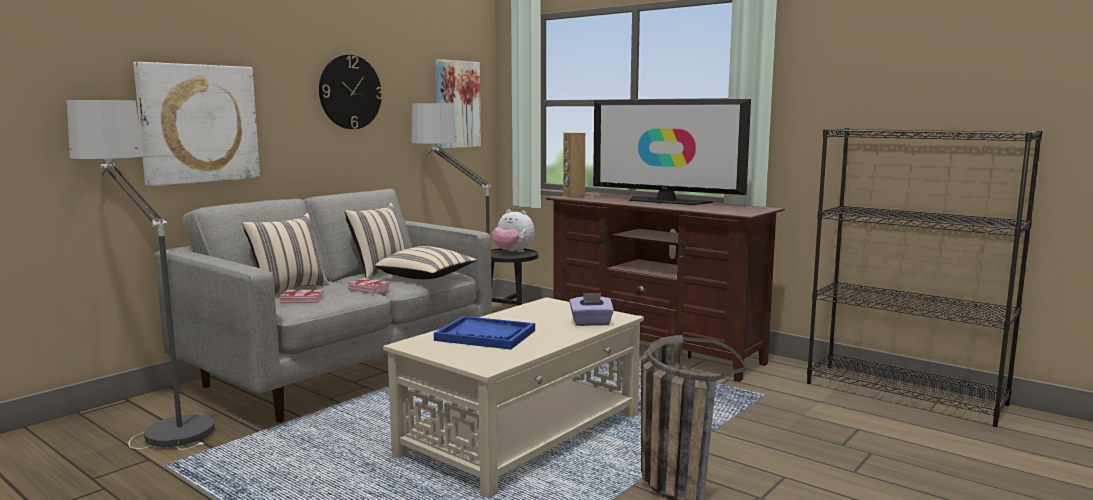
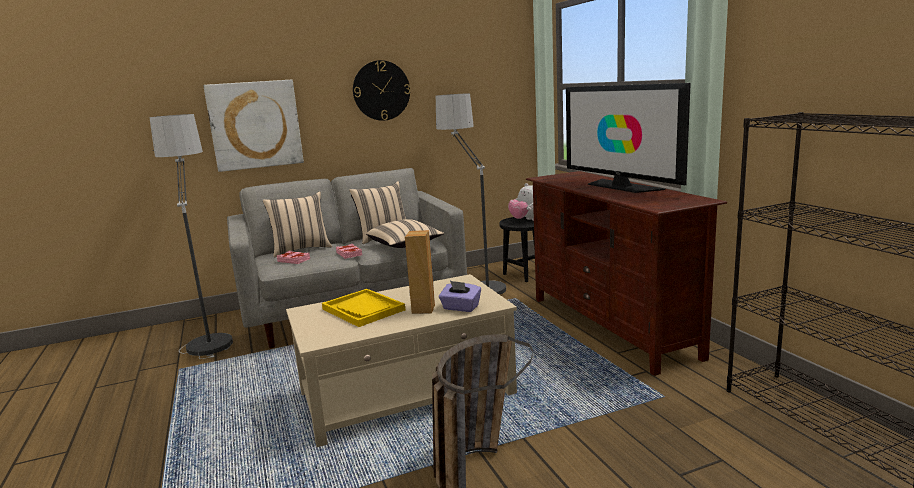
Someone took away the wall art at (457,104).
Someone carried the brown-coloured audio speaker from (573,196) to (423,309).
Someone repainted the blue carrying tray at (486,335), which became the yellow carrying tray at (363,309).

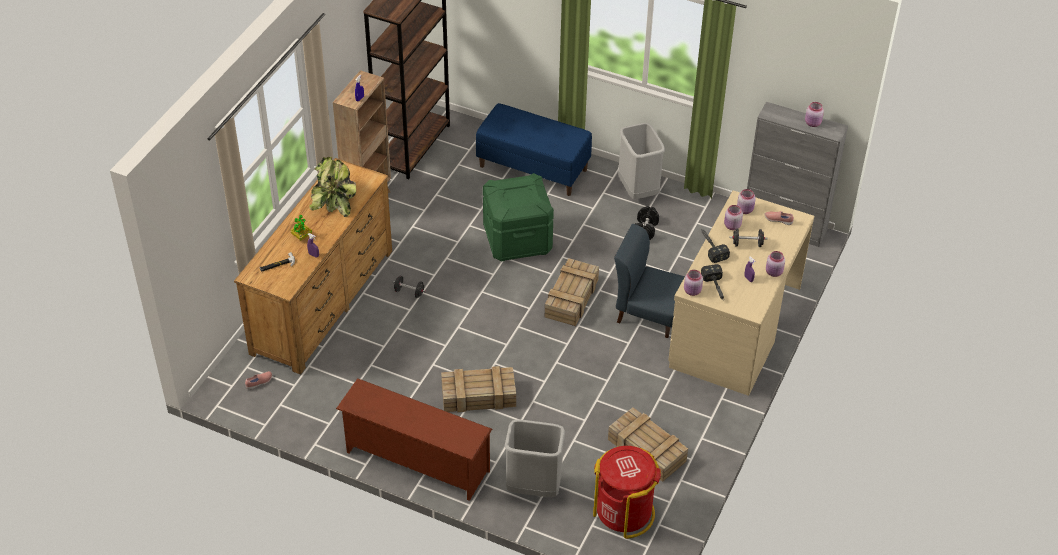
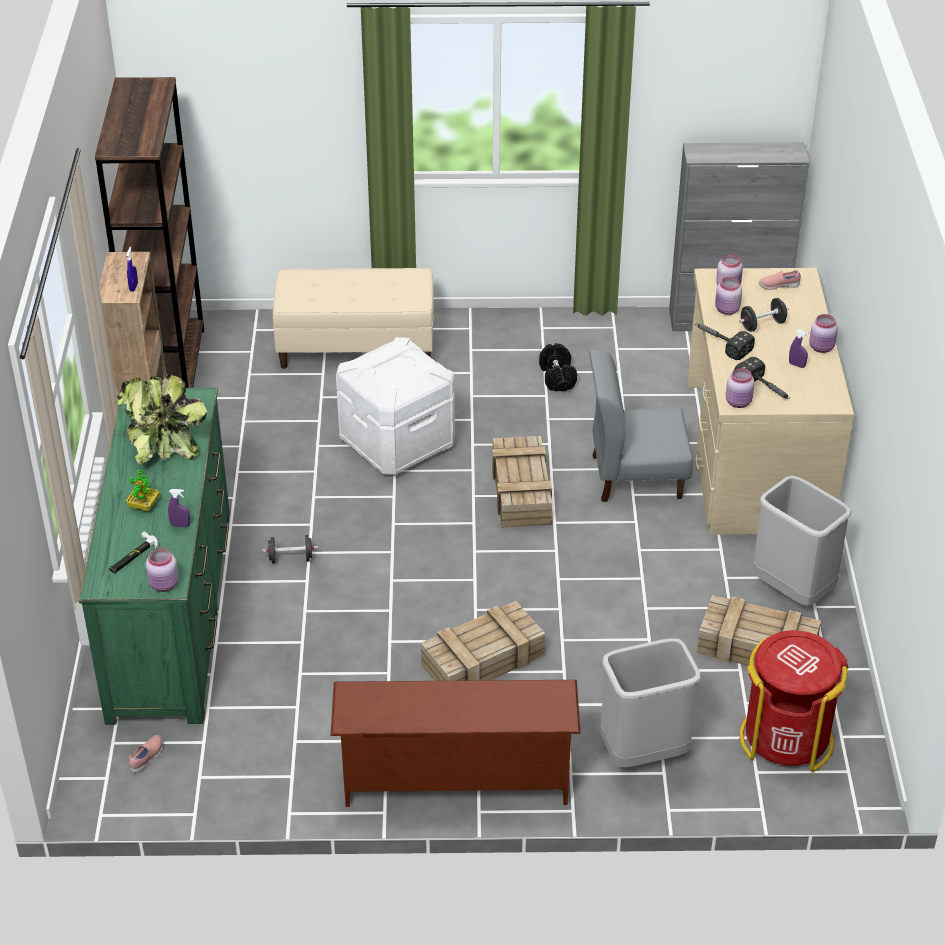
Someone carried the grey trash can from (638,190) to (793,589).
Someone carried the pink preserve jar from (813,123) to (164,585).
Someone repainted the brown-coloured chest of drawers at (323,301), which became the green-coloured chest of drawers at (171,612).
Someone repainted the blue bench at (534,168), which became the beige-coloured bench at (357,347).
Someone repainted the green-coloured storage box at (517,240), which became the white-coloured storage box at (397,442).
Someone repainted the blue plain chair at (649,313), which became the grey plain chair at (635,476).

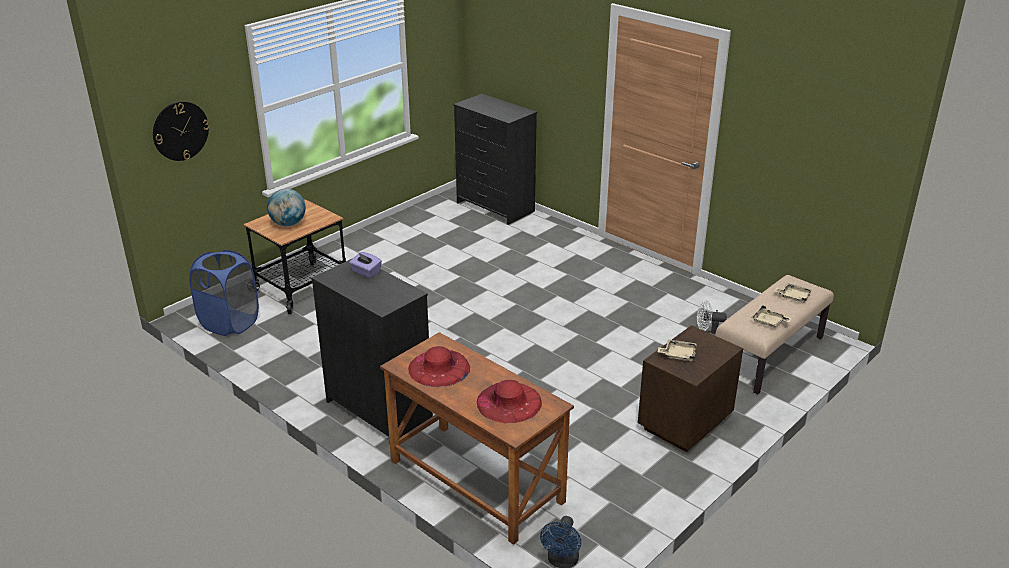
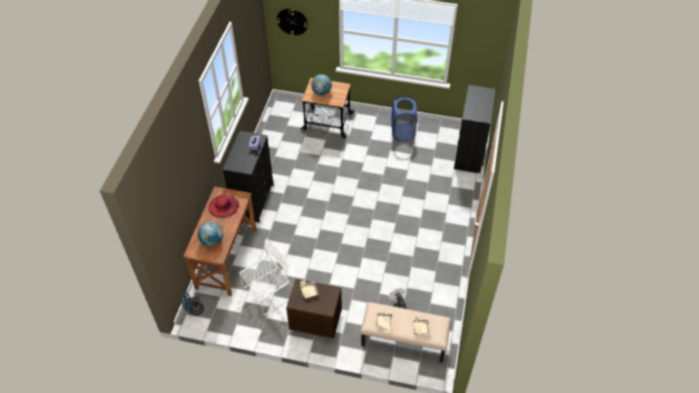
Someone put down the white-coloured plain chair at (268,292).
Someone carried the blue washing basket from (230,323) to (402,132).
Someone swapped the reddish wearable hat at (509,402) for the desk globe at (212,241).

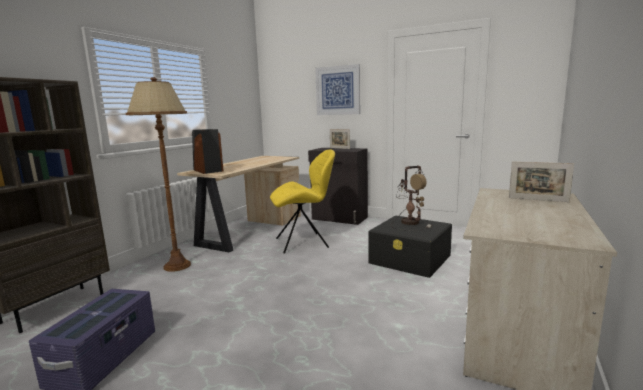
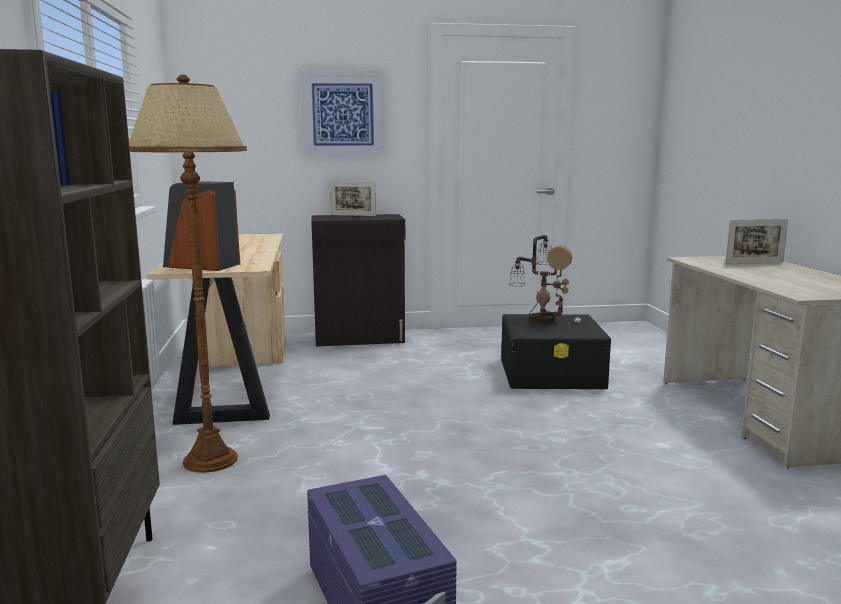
Someone took away the yellow plain chair at (304,243).

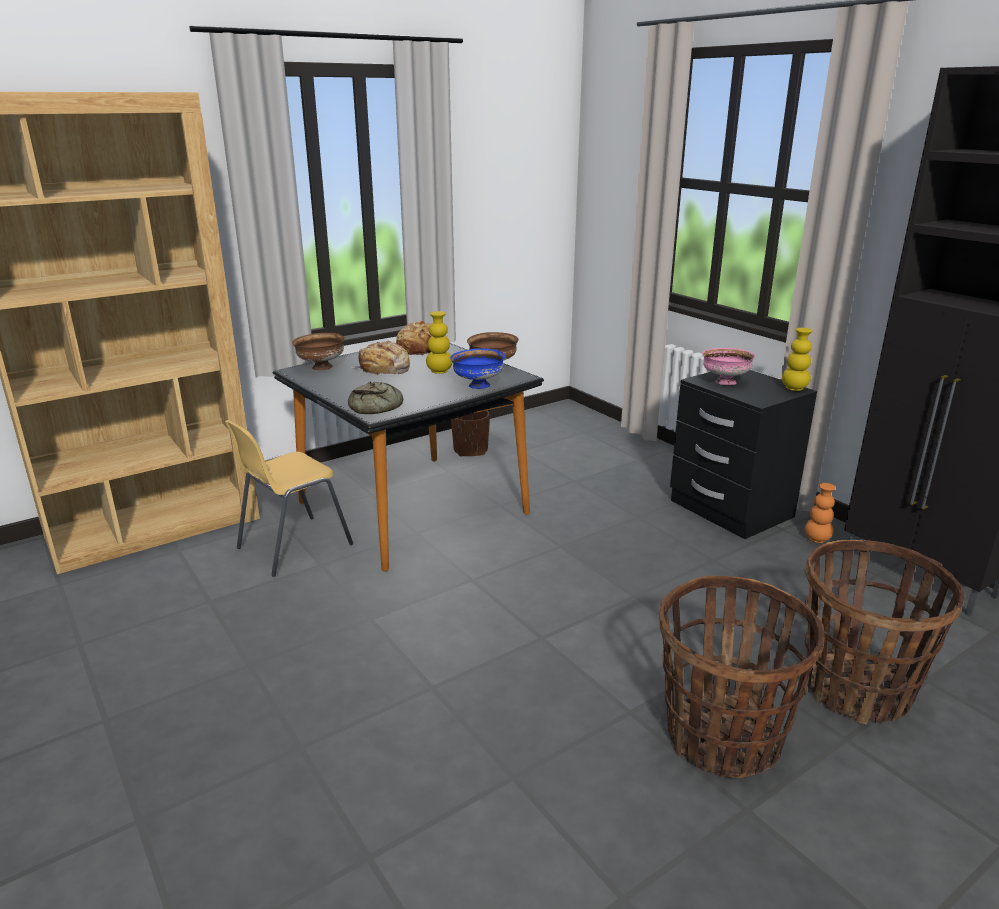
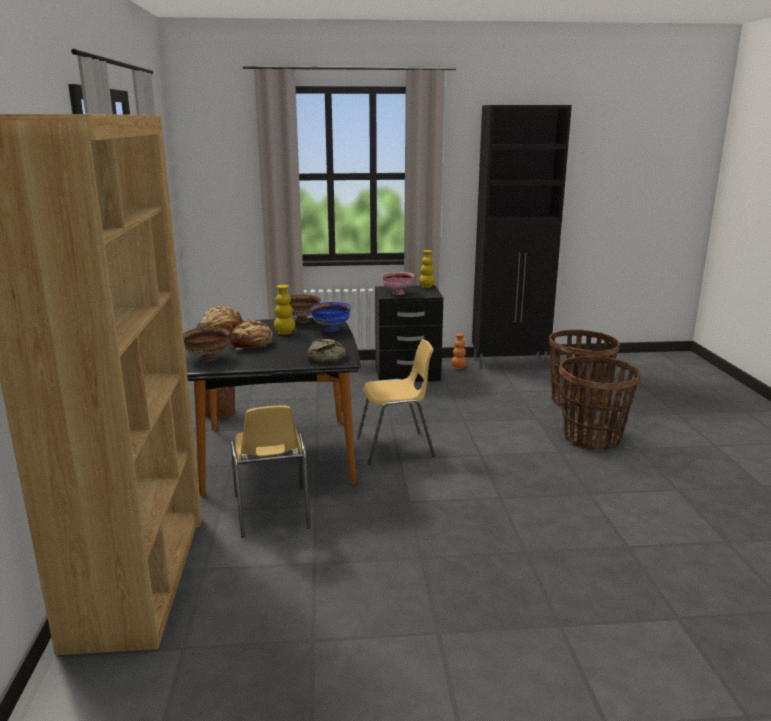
Someone put down the yellow plain chair at (396,448).

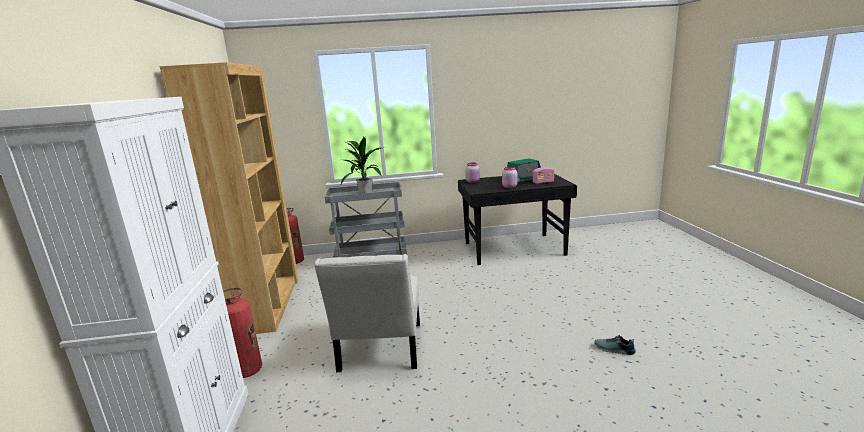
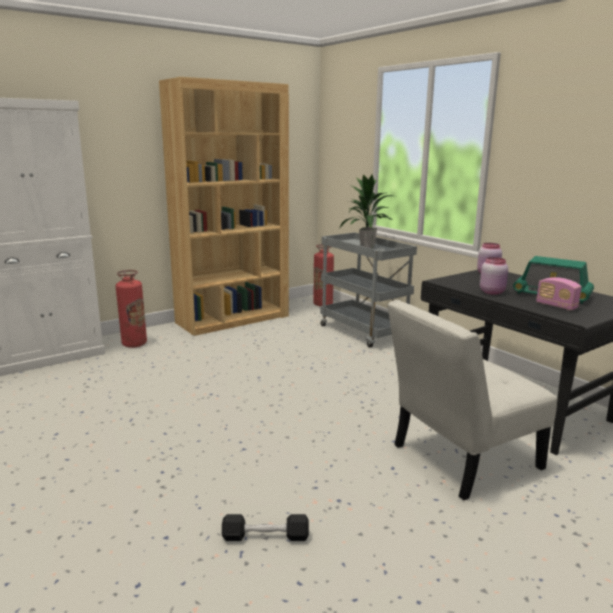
Someone carried the white-coloured plain chair from (380,350) to (459,459).
Someone swapped the low shoe at (614,350) for the black dumbbell at (265,536).

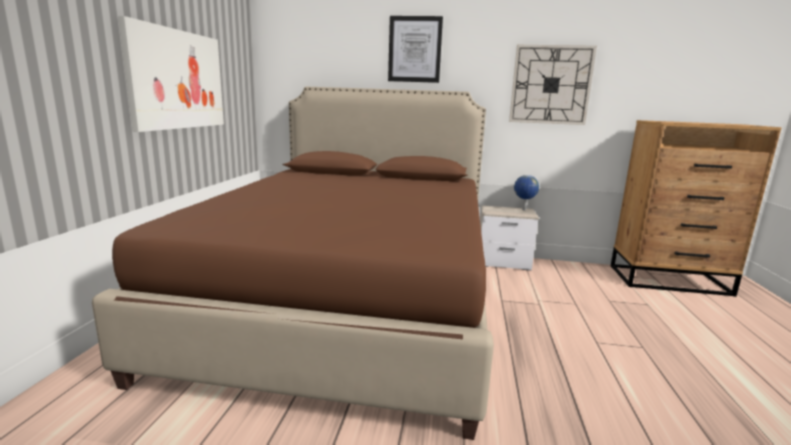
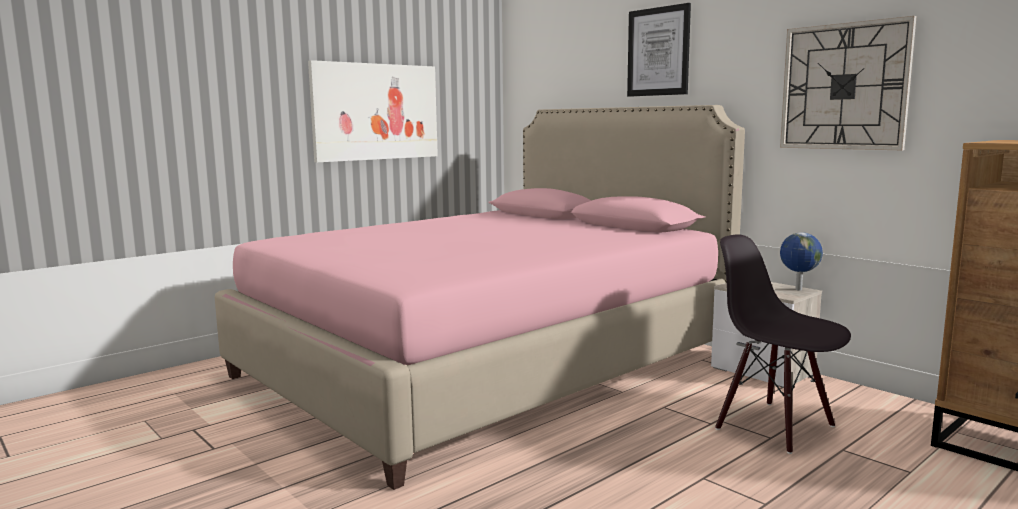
Someone put down the black plain chair at (775,427).
Someone repainted the brown-coloured bed at (350,299), which became the pink bed at (487,365).

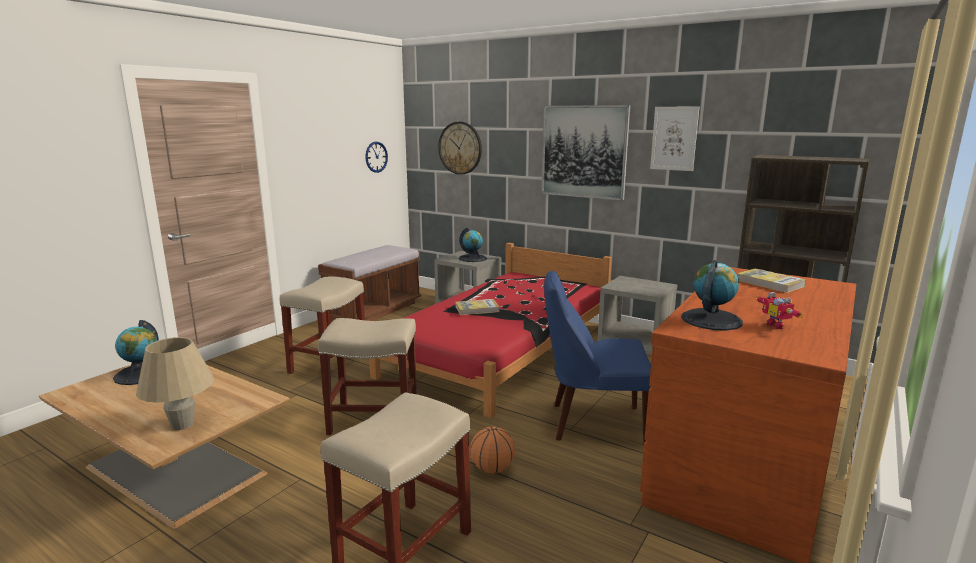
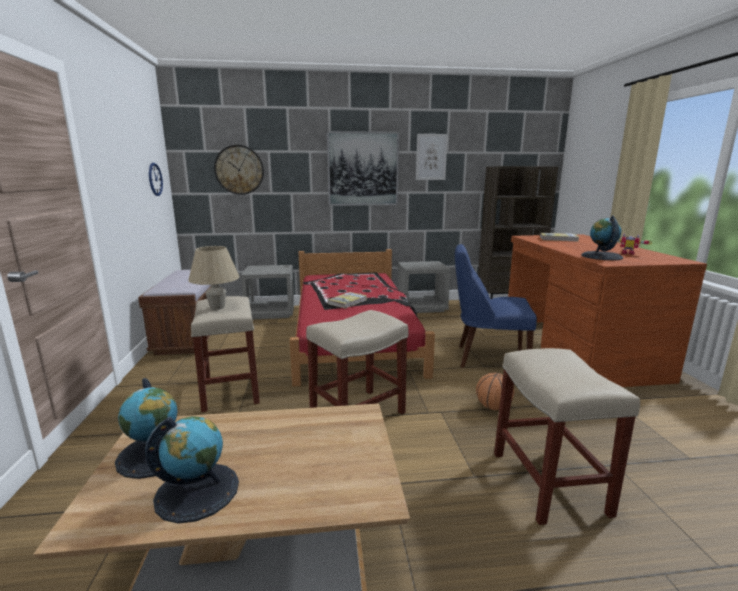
Someone carried the beige-coloured table lamp from (182,424) to (217,307).
Someone carried the desk globe from (472,258) to (197,491).
Someone rotated the blue plain chair at (592,423) by 45 degrees clockwise.

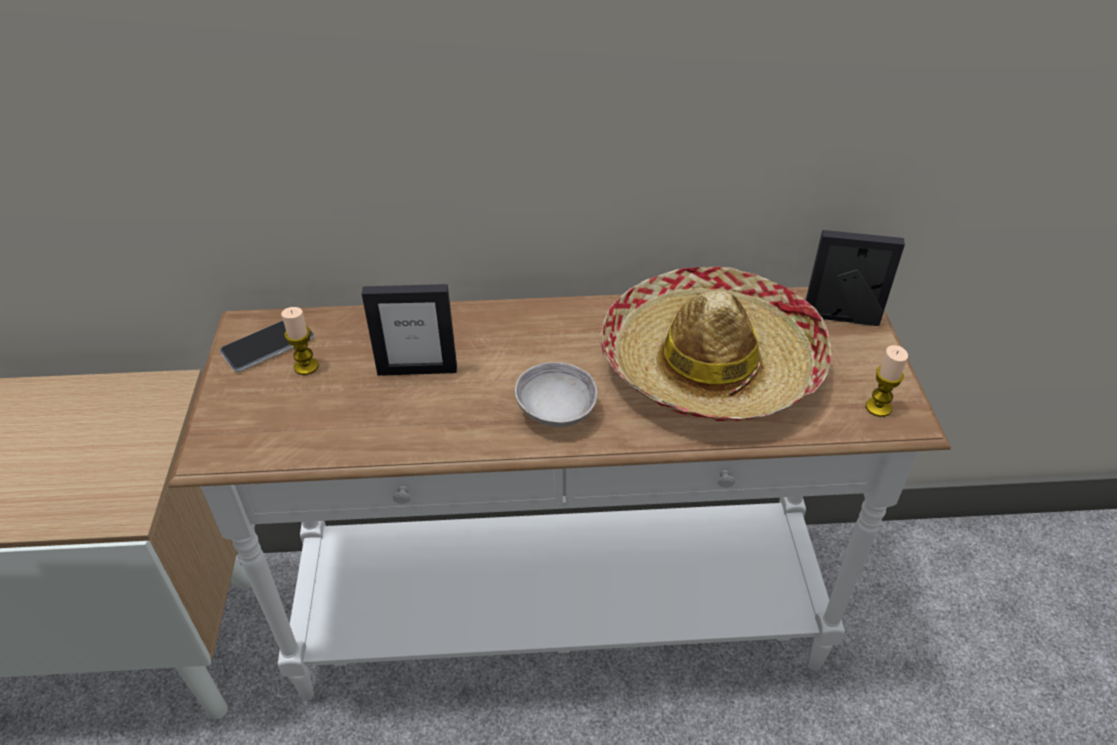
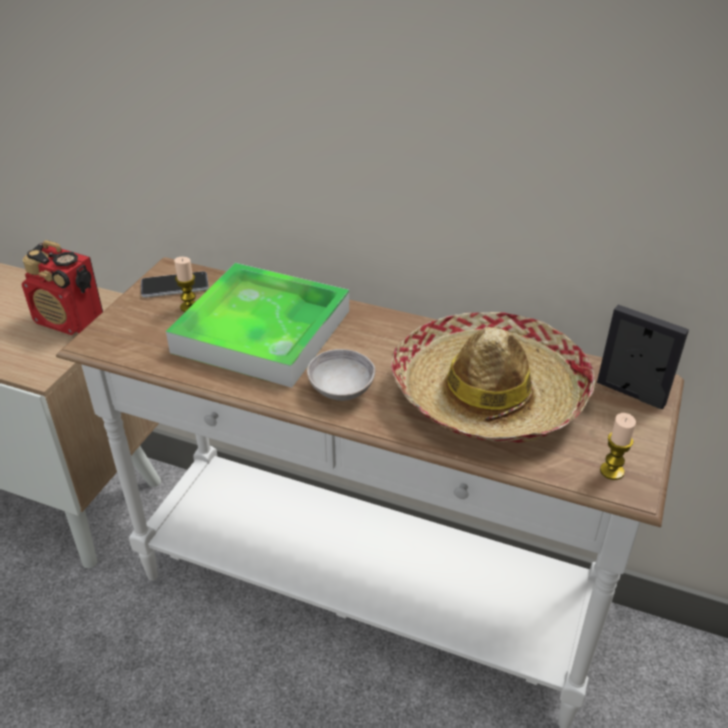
Someone put down the radio receiver at (70,321).
Someone swapped the photo frame at (417,370) for the carrying tray at (262,331).

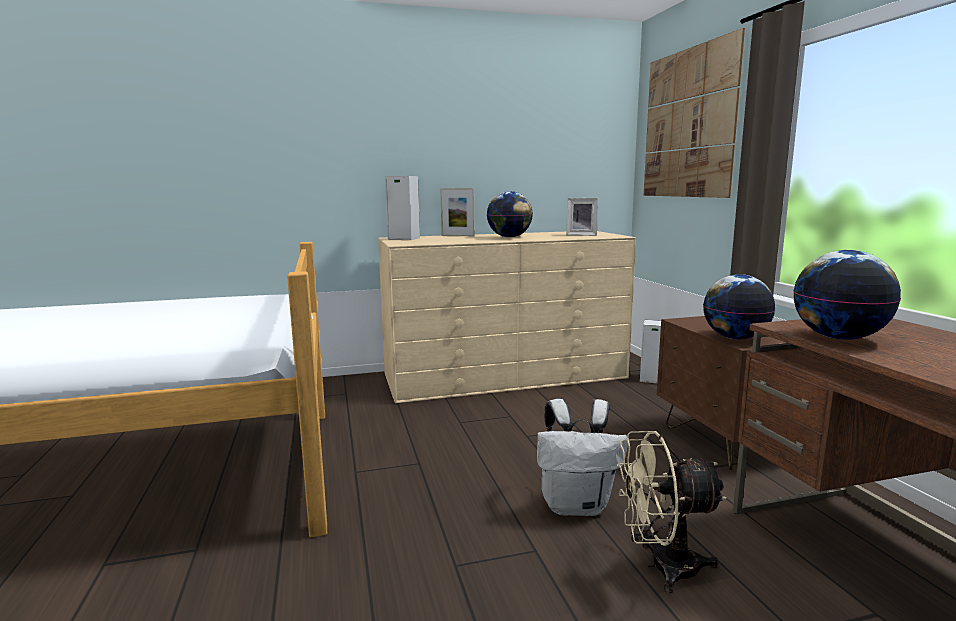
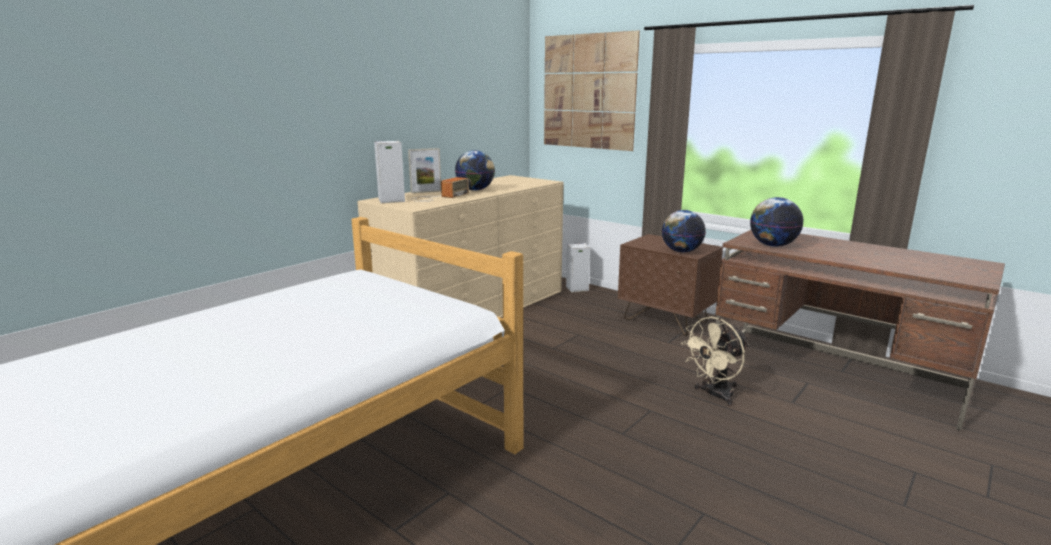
Someone took away the white-coloured rucksack at (577,505).
Someone took away the photo frame at (581,235).
Someone put down the radio receiver at (438,197).

